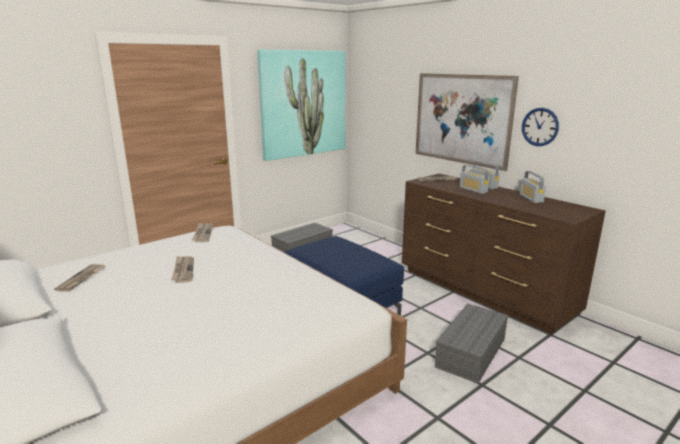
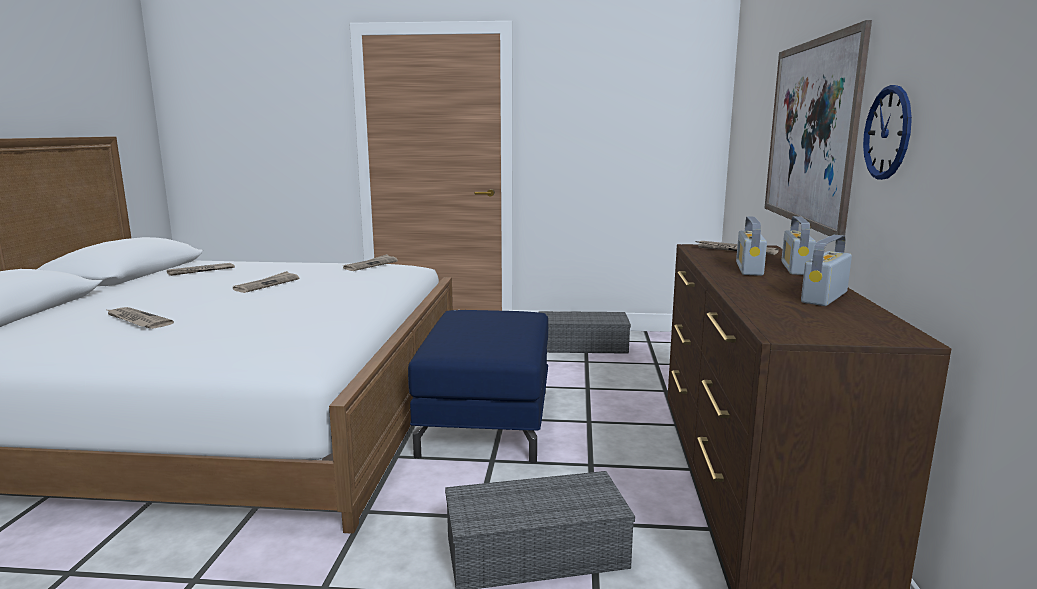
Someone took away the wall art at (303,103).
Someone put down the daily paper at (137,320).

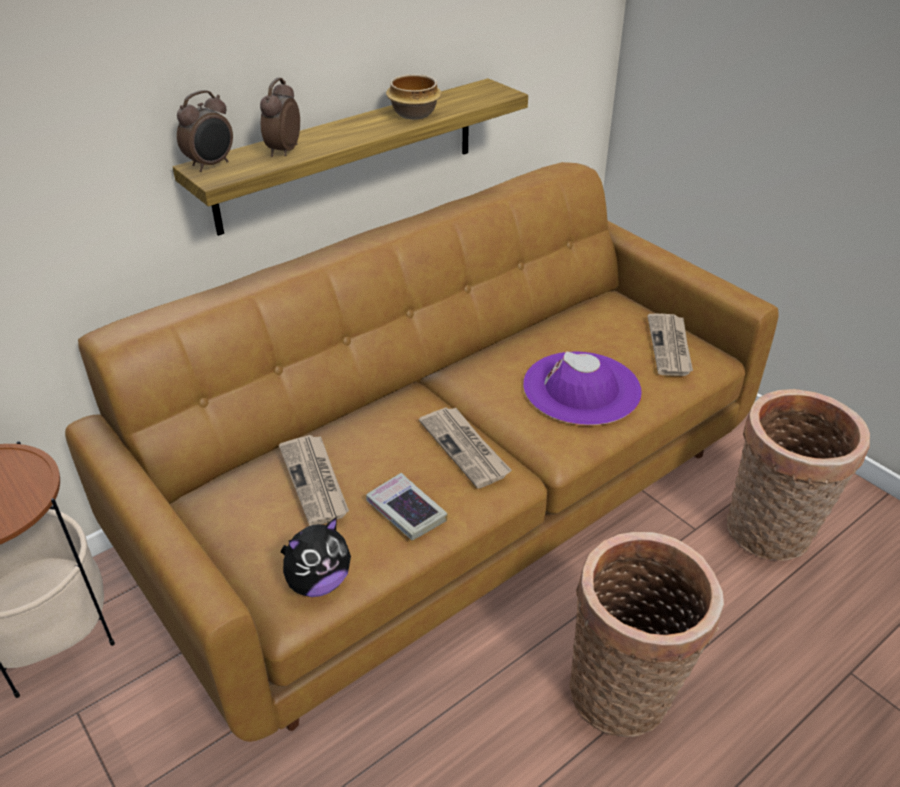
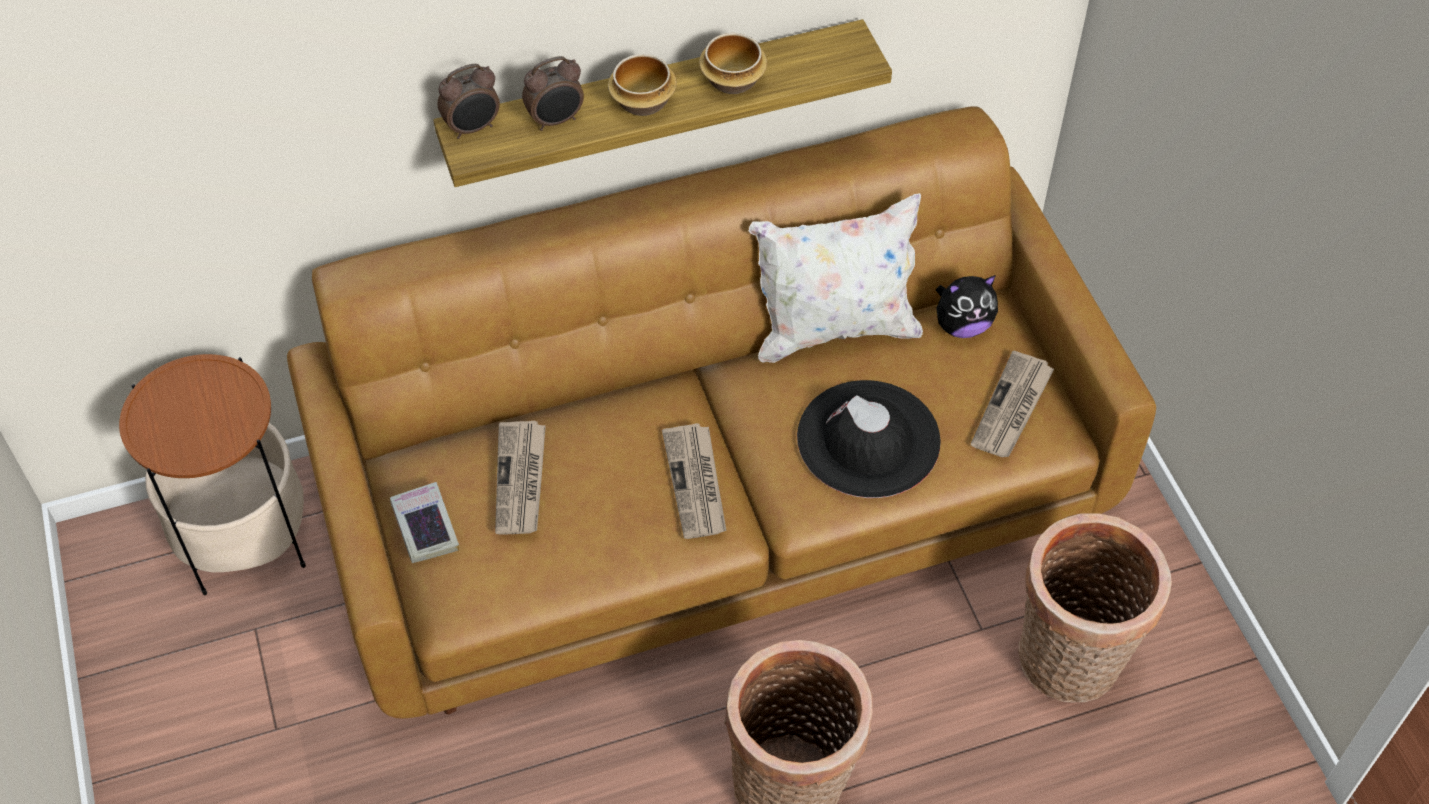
Someone put down the deep dish at (644,103).
Someone put down the white-coloured throw pillow at (833,330).
Someone carried the cuddly toy from (318,582) to (962,325).
Someone carried the volume from (406,511) to (425,527).
Someone repainted the purple-coloured wearable hat at (581,388), which became the black wearable hat at (868,439).
Someone rotated the bedside clock at (283,151) by 150 degrees counterclockwise.

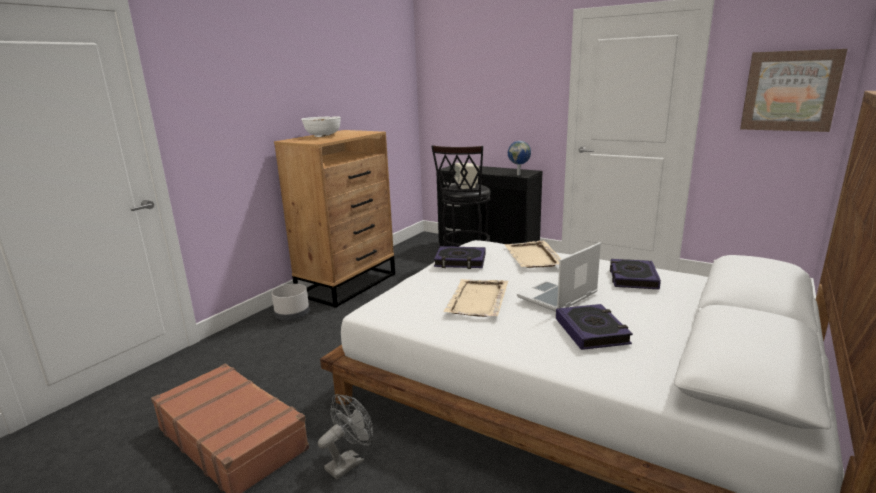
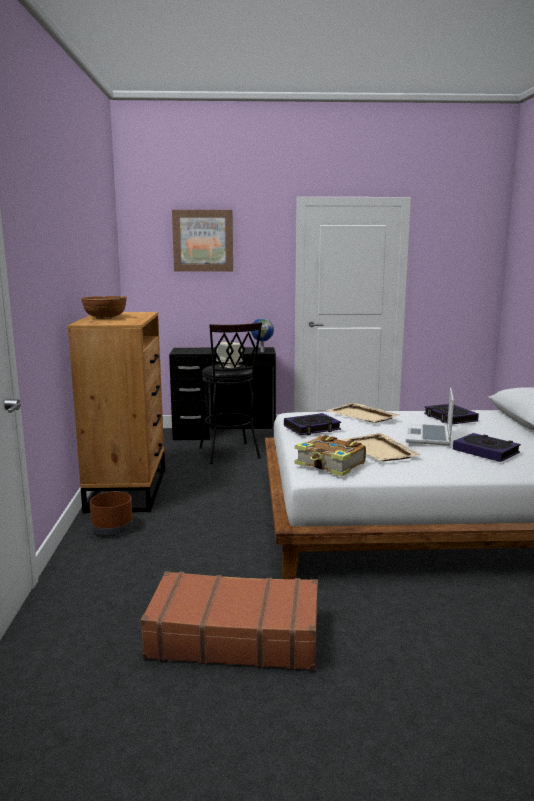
Someone took away the grey cooling fan at (349,462).
Someone put down the volume at (330,465).
Someone carried the wall art from (790,91) to (203,241).
Someone repainted the grey flower pot at (292,315), which became the brown-coloured flower pot at (112,529).
Someone repainted the white-coloured deep dish at (323,136), which became the brown-coloured deep dish at (105,318).

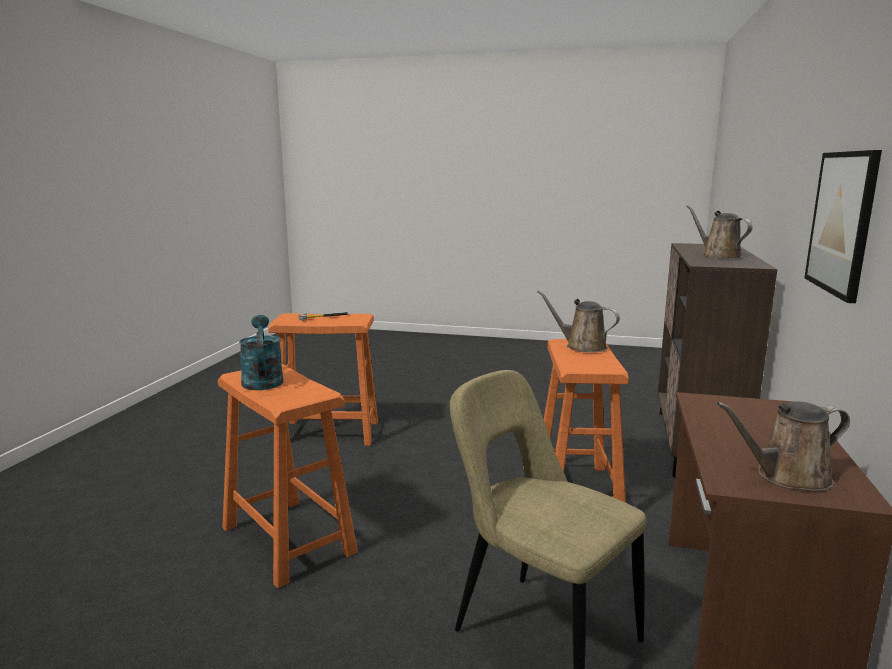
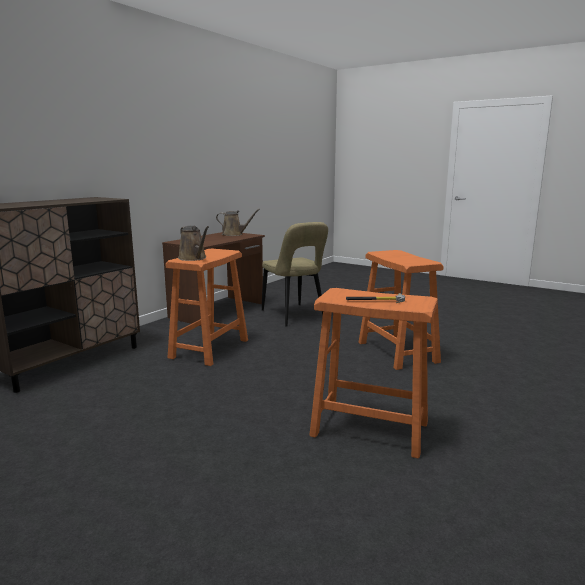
Someone took away the turquoise-coloured watering pot at (262,380).
Someone took away the brown-coloured watering pot at (718,256).
Someone took away the wall art at (842,222).

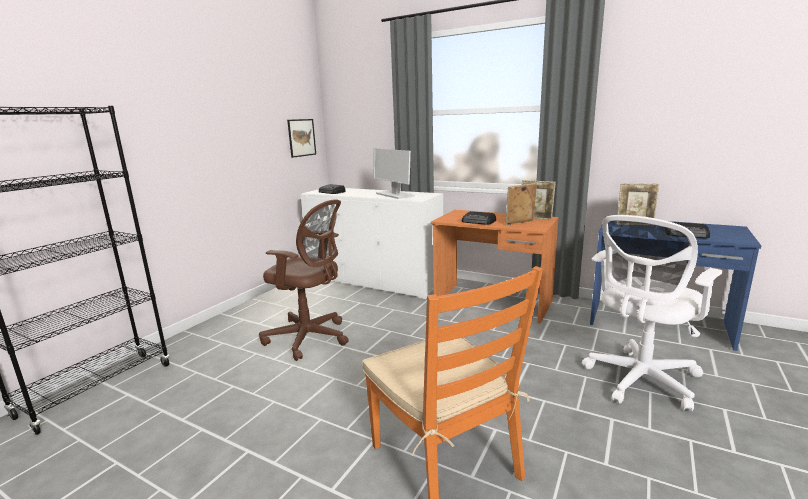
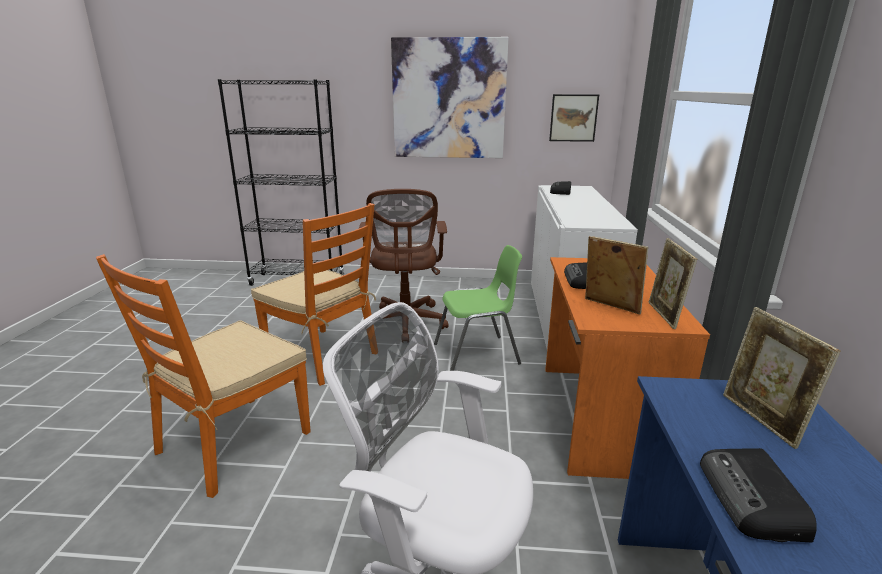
Someone took away the monitor at (394,195).
Someone put down the orangey plain chair at (323,355).
Someone put up the wall art at (449,99).
Someone put down the green-coloured plain chair at (478,354).

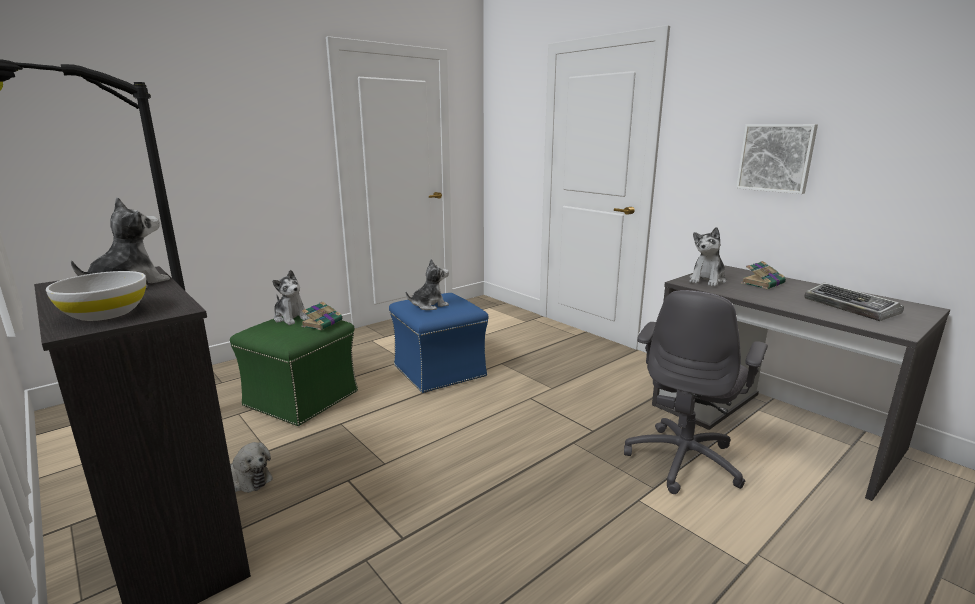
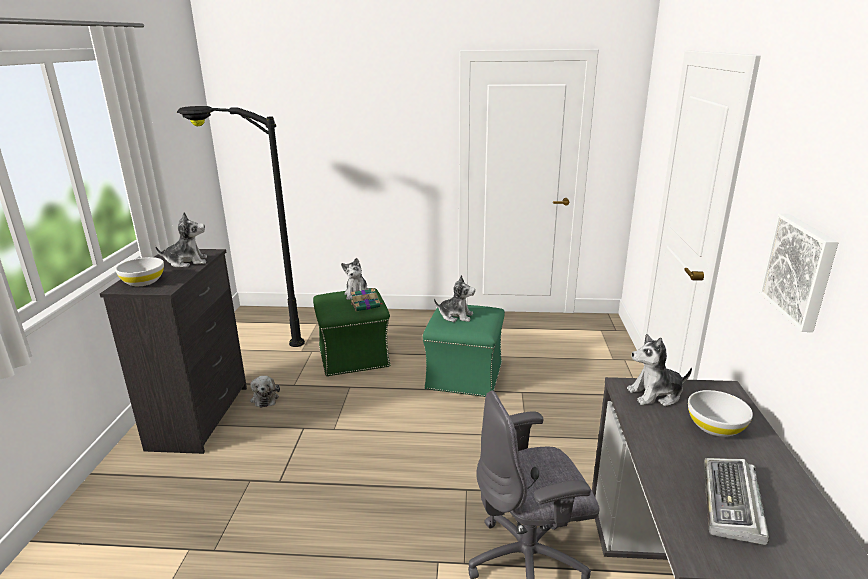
Someone swapped the volume at (763,283) for the white-coloured deep dish at (715,426).
Someone repainted the blue pouffe at (439,370), which became the green-coloured pouffe at (464,375).

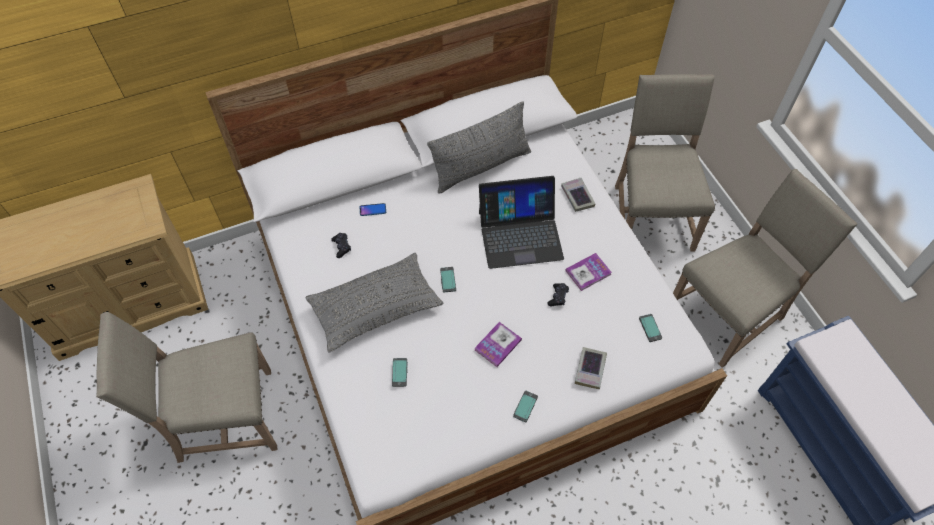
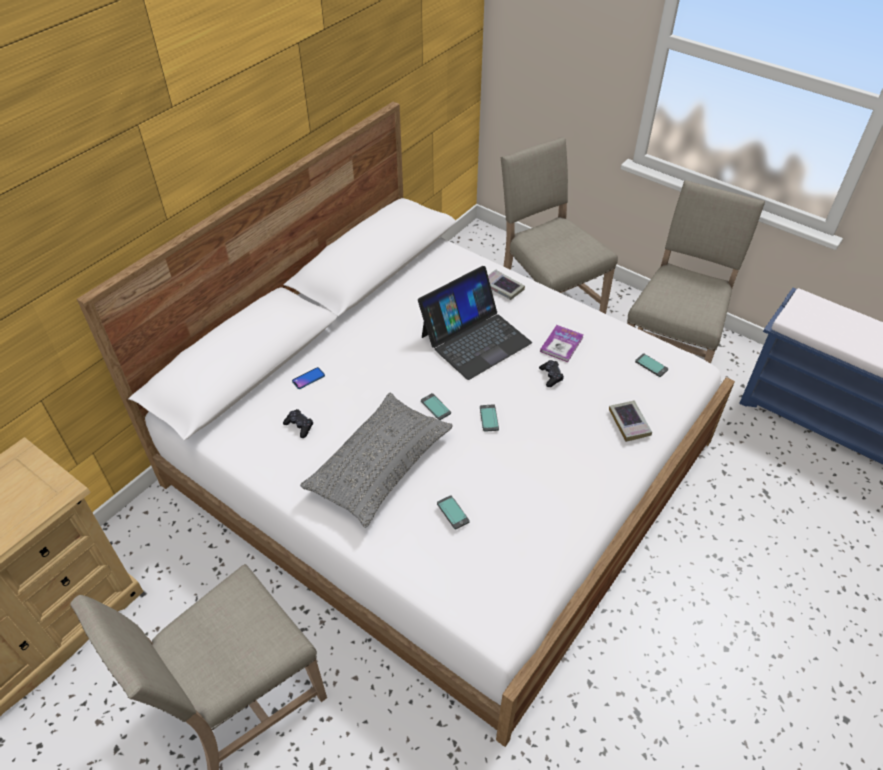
Someone took away the grey throw pillow at (481,167).
Someone took away the volume at (498,345).
Someone carried the phone from (525,406) to (488,418).

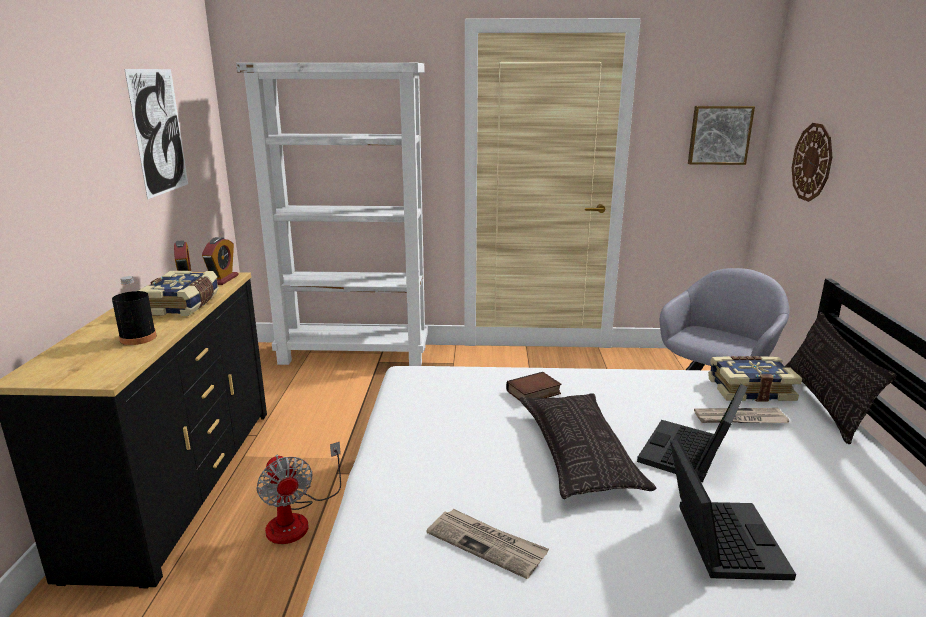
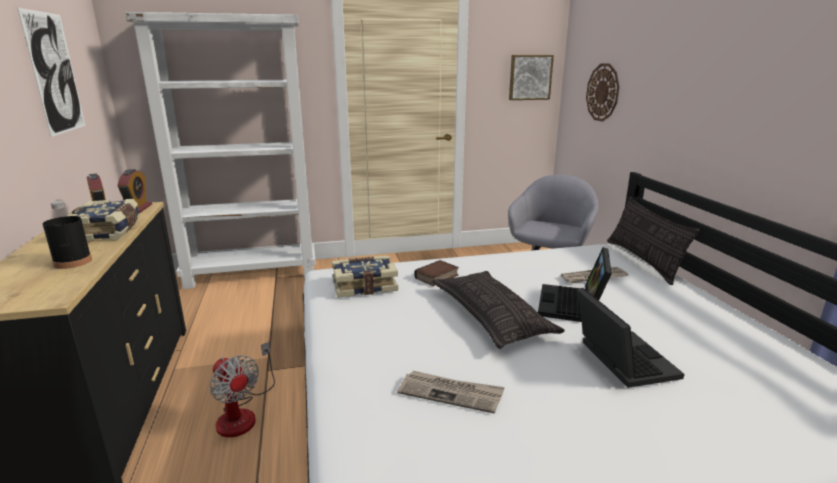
Someone carried the volume from (749,389) to (364,285).

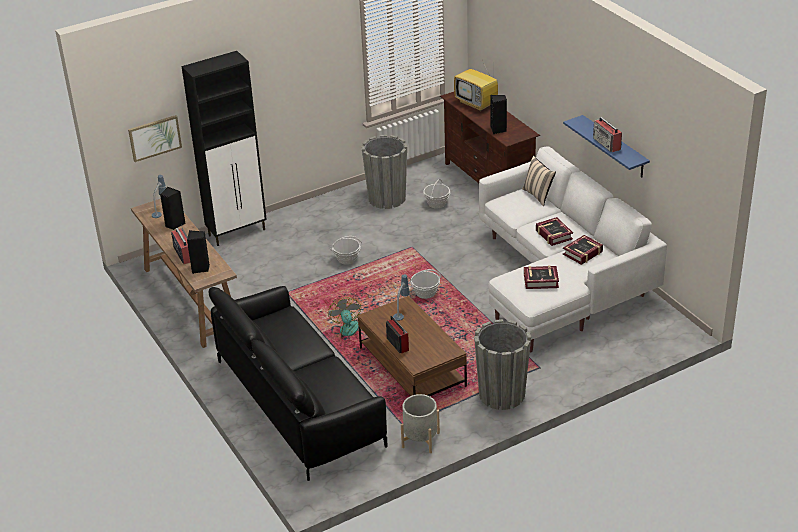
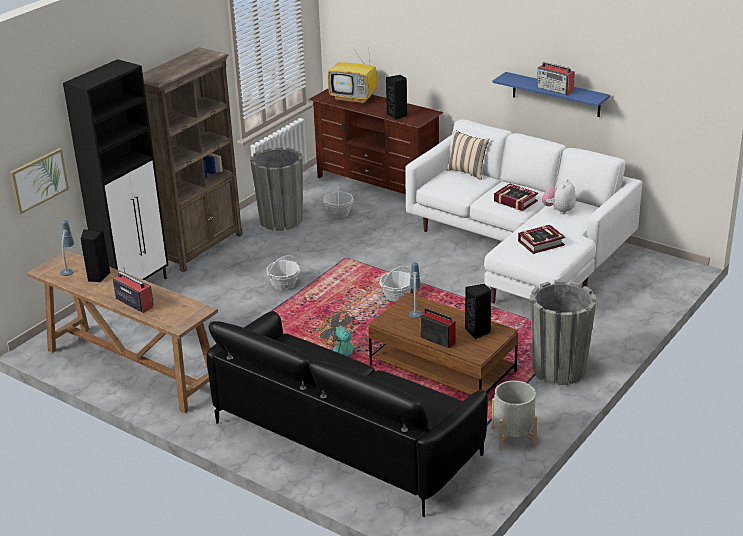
Someone put down the brown-coloured bookshelf at (201,248).
Someone carried the black audio speaker from (200,268) to (478,332).
Someone swapped the volume at (583,253) for the cuddly toy at (559,210).

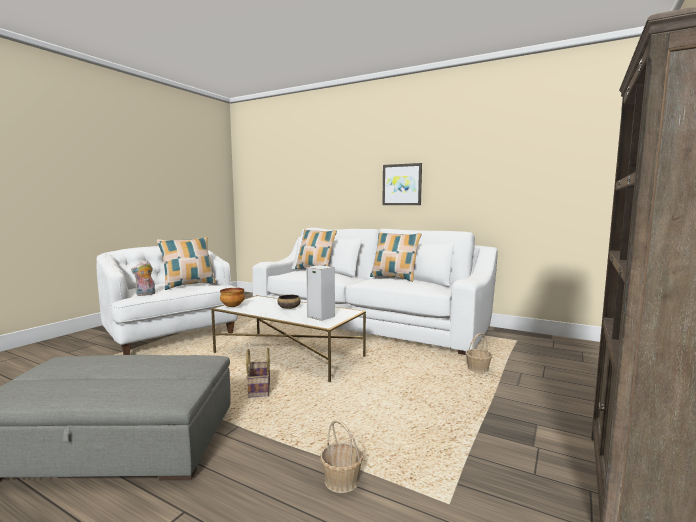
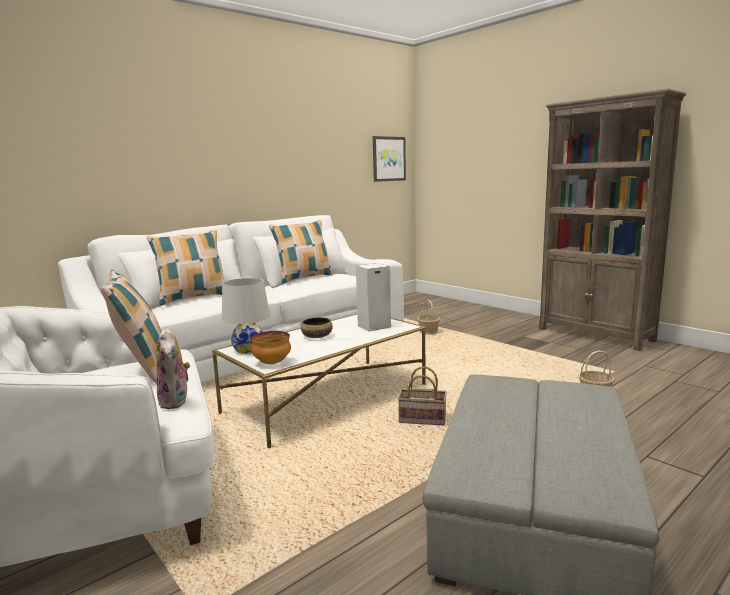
Someone put down the white-coloured table lamp at (248,349).
Someone carried the wall art from (402,184) to (388,159).

